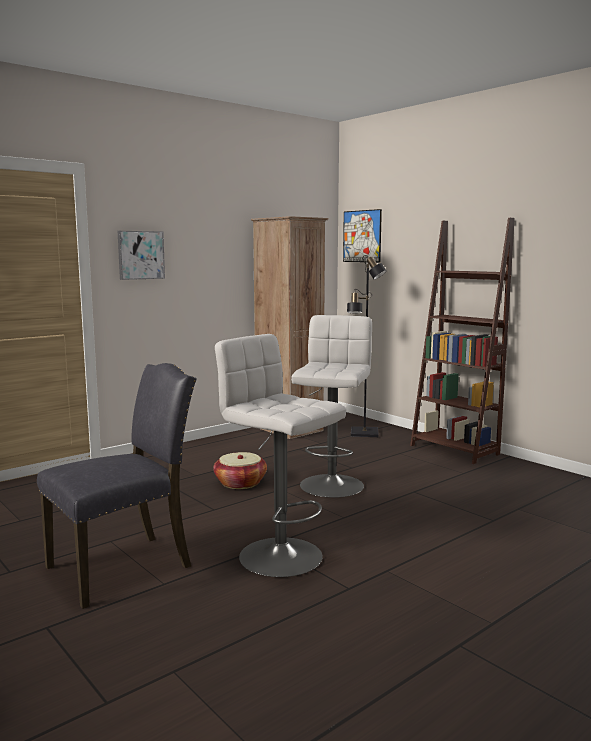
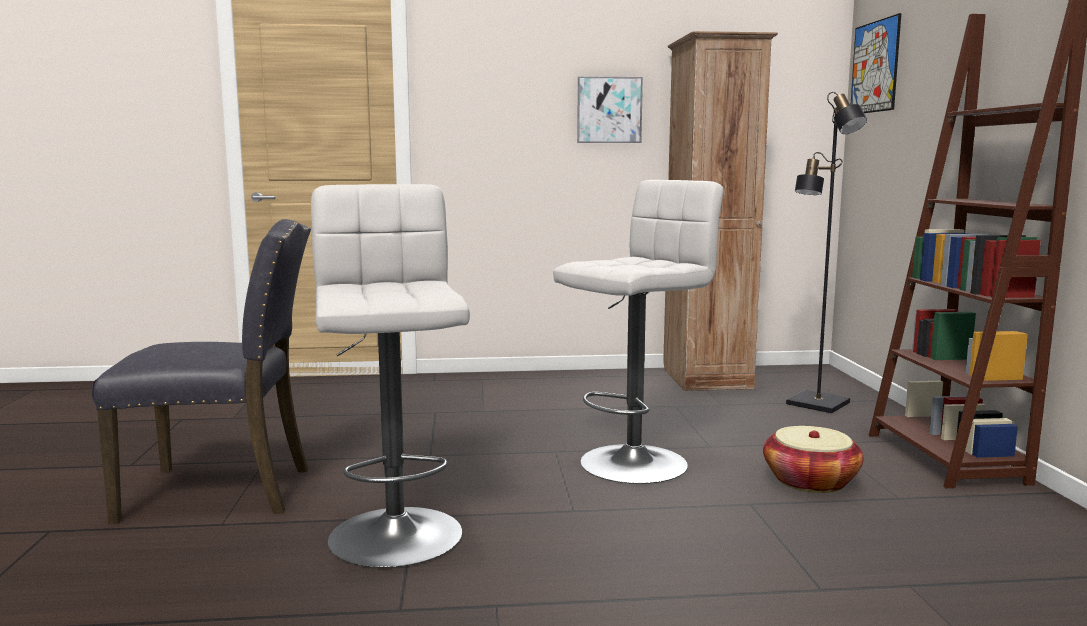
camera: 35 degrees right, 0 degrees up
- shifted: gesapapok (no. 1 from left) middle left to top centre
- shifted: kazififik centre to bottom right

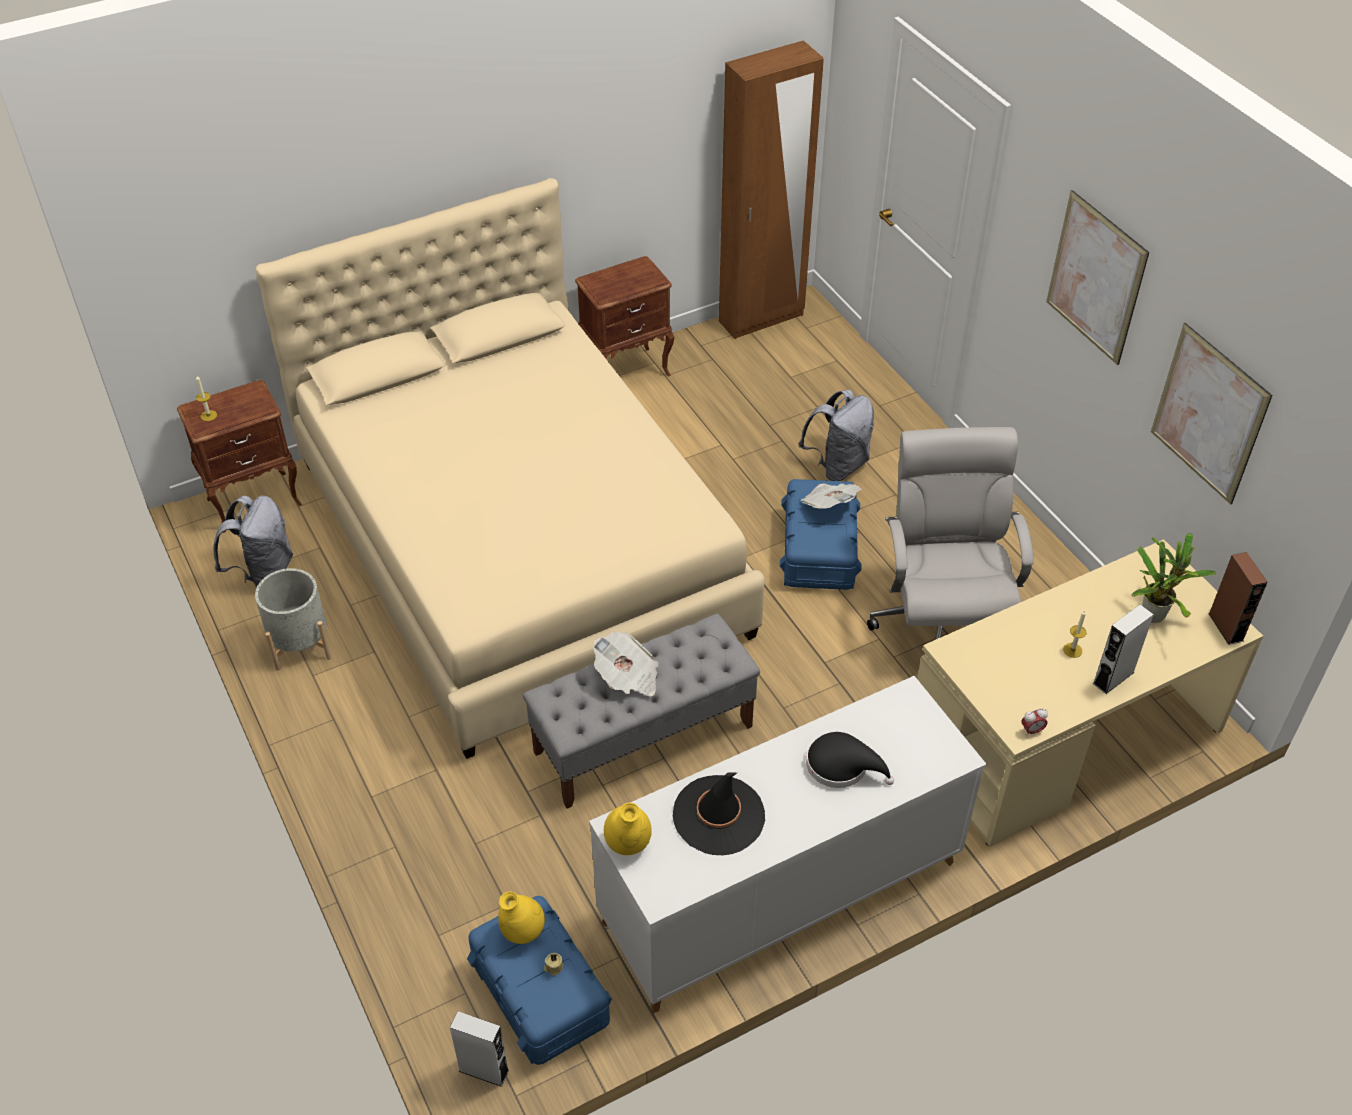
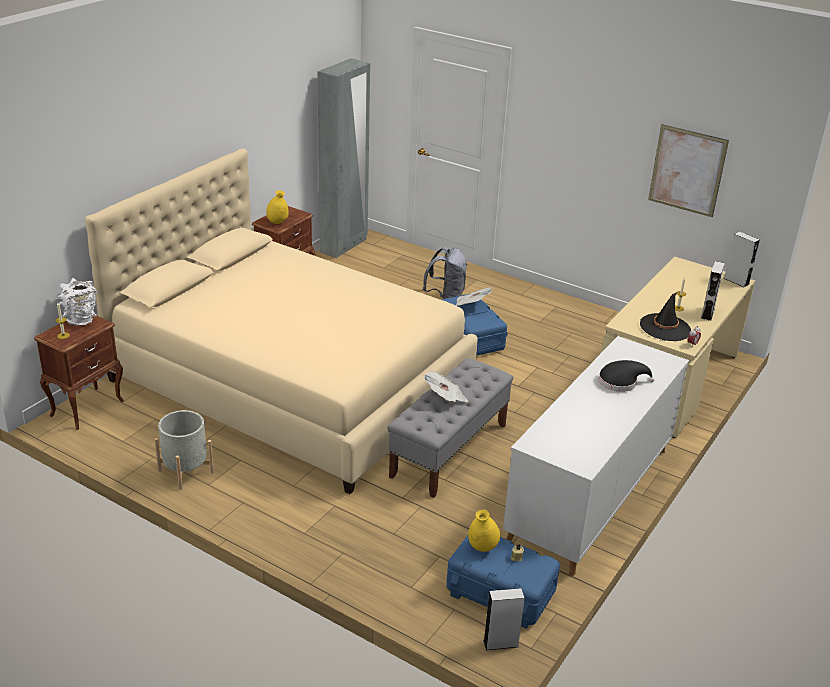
camera: 30 degrees left, 15 degrees down
- repainted: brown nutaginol top centre to grey nutaginol top centre
- gone: gesapapok (no. 1 from left) top right
- gone: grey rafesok middle right
- gone: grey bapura (no. 1 from left) middle left
- gone: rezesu middle right
- repainted: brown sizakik middle right to grey sizakik (no. 3 from left) middle right
- shifted: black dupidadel (no. 1 from left in the first image) bottom centre to black dupidadel (no. 2 from left) middle right
- shifted: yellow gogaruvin (no. 2 from left in the first image) bottom centre to yellow gogaruvin (no. 1 from left) top centre
- new: white gogaruvin middle left

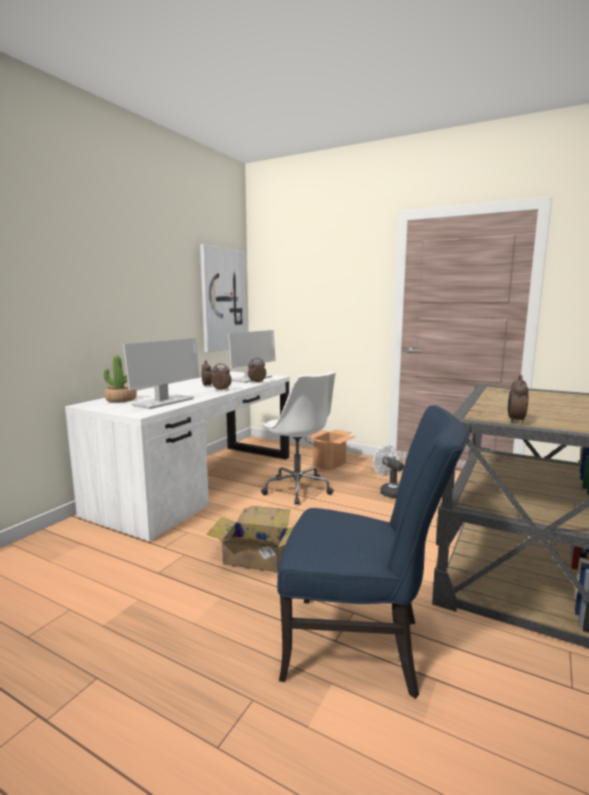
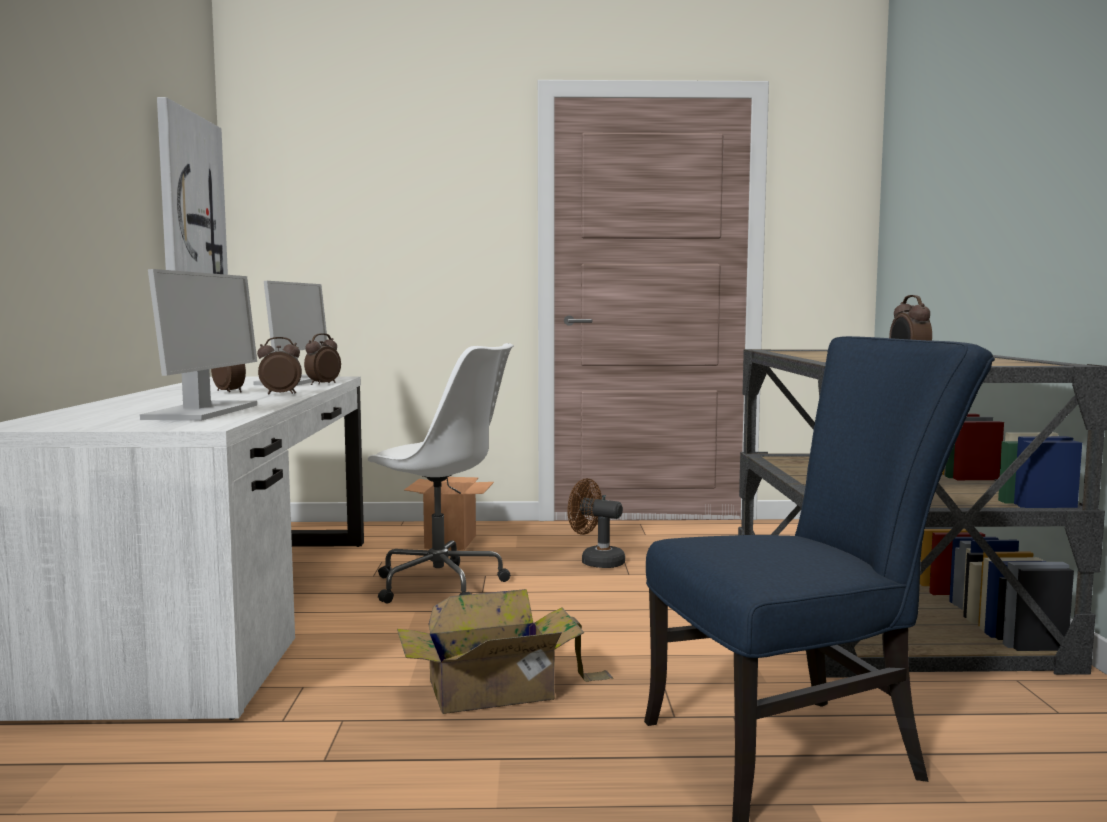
camera: 30 degrees left, 5 degrees down
- gone: rezesu middle left
- repainted: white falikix centre to brown falikix centre

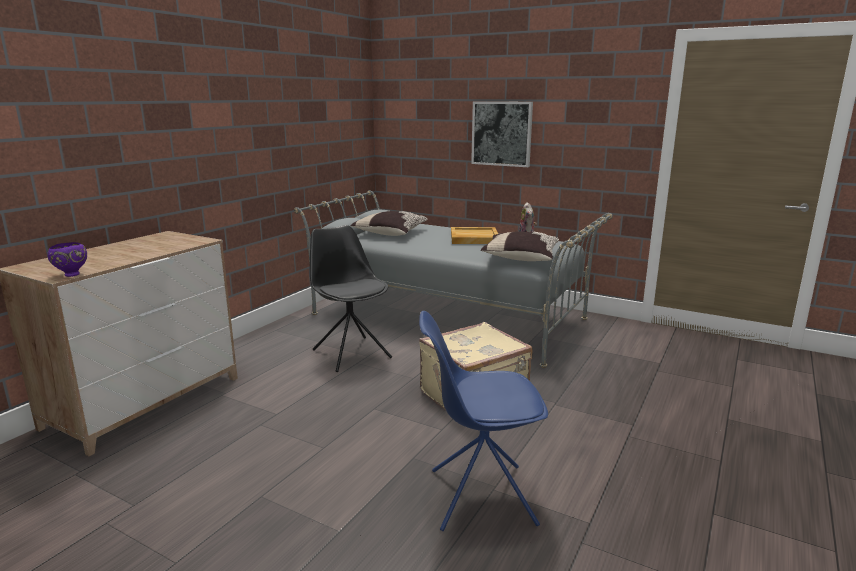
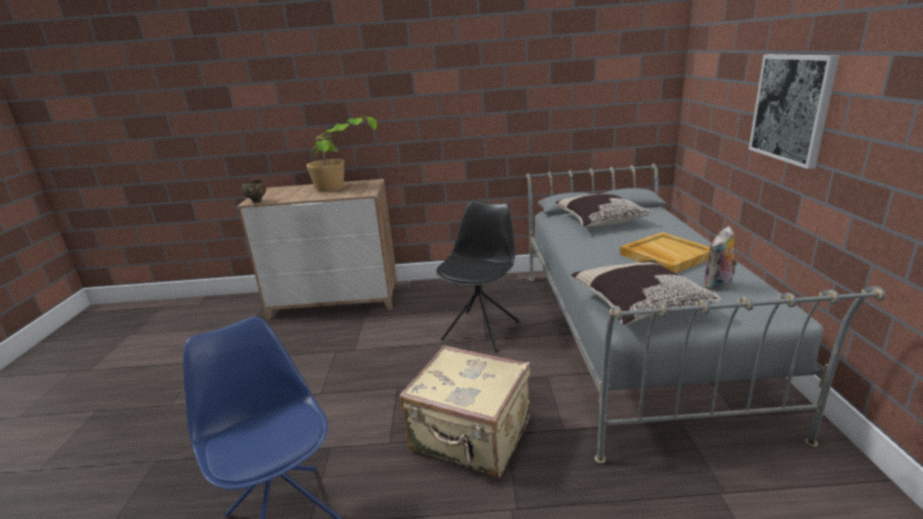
camera: 60 degrees right, 5 degrees up
- repainted: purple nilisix middle left to brown nilisix middle left
- new: rezesu top centre

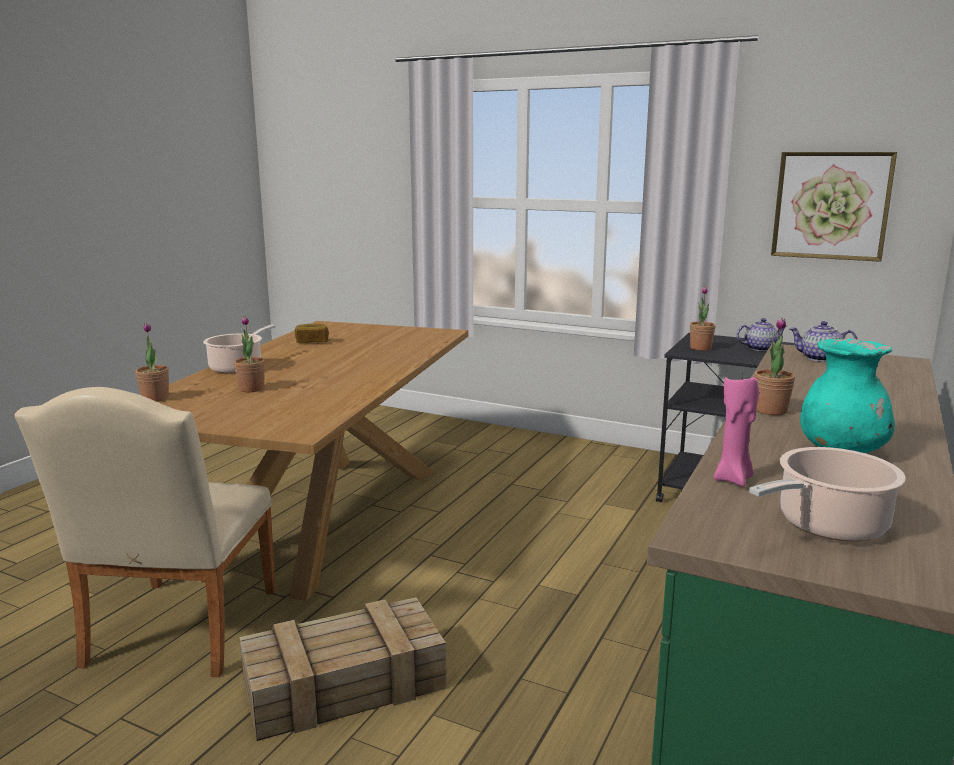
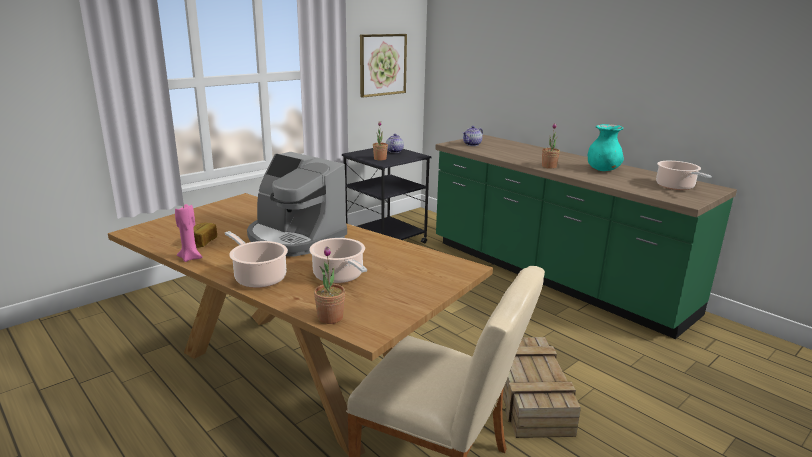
camera: 70 degrees left, 5 degrees up
- swapped: rezesu (no. 2 from left) middle left to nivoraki (no. 2 from left) centre
- shifted: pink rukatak middle right to middle left
- new: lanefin centre

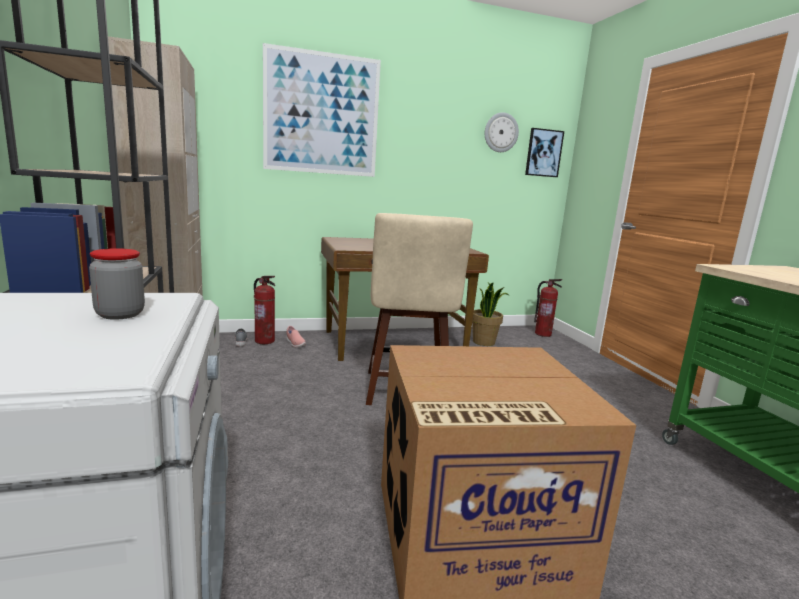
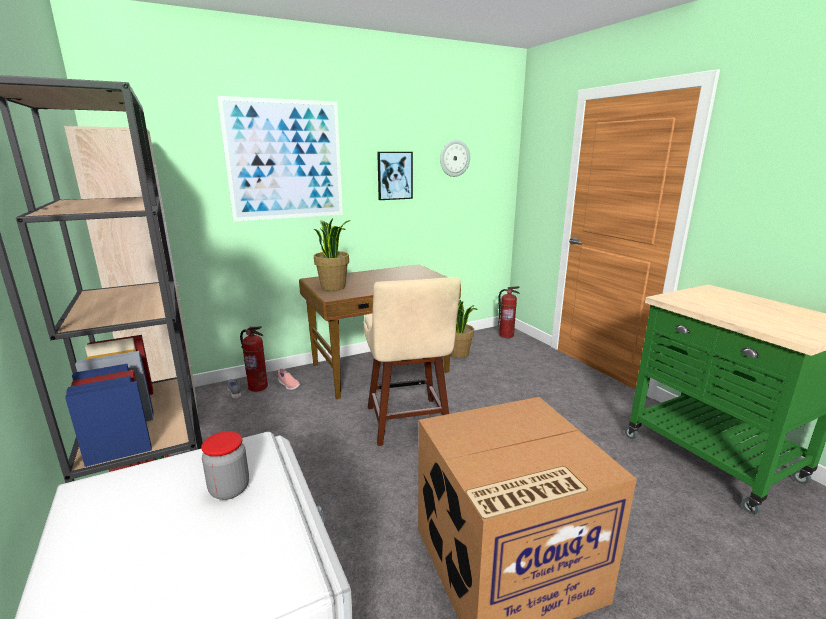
camera: 10 degrees left, 5 degrees up
- shifted: gesapapok (no. 2 from left) top right to top centre
- new: rezesu (no. 1 from left) centre

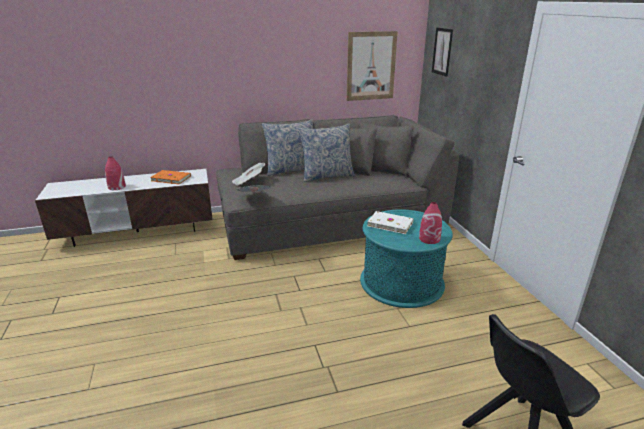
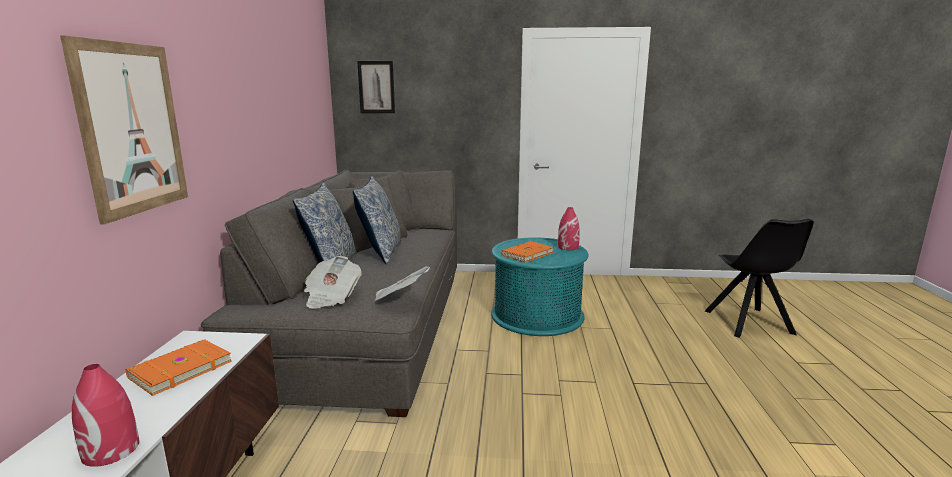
camera: 70 degrees left, 10 degrees down
- shifted: gesapapok (no. 1 from left) top centre to top left
- repainted: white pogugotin centre to orange pogugotin (no. 2 from left) centre

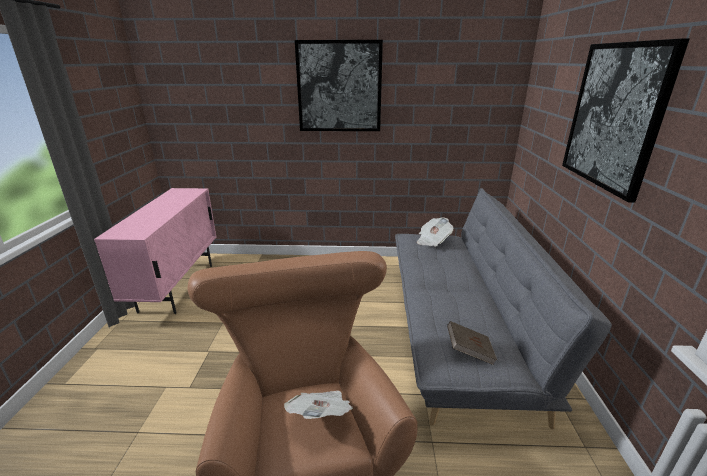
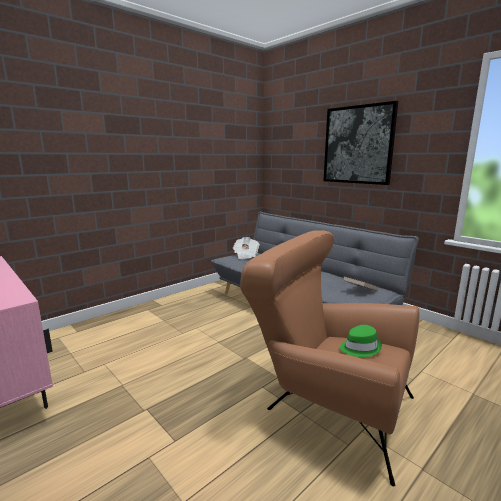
camera: 45 degrees left, 10 degrees down
- gone: gesapapok (no. 1 from left) top centre
- swapped: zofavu (no. 1 from left) bottom centre to green dupidadel bottom right

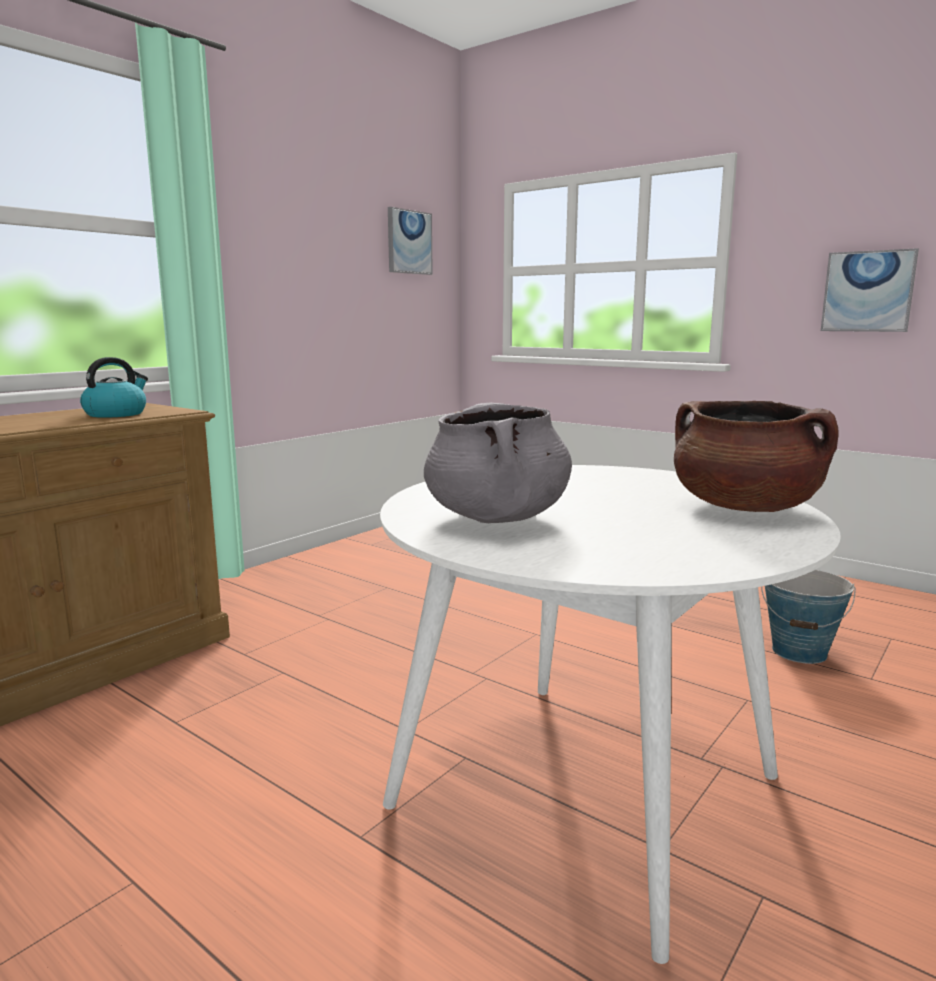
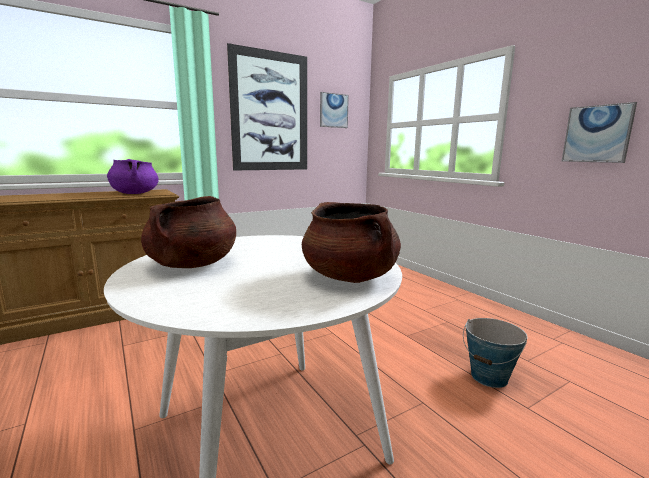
camera: 20 degrees right, 0 degrees up
- swapped: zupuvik middle left to purple nivoraki middle left
- repainted: grey nivoraki centre to brown nivoraki (no. 1 from left) middle left
- new: gesapapok (no. 1 from left) top centre

